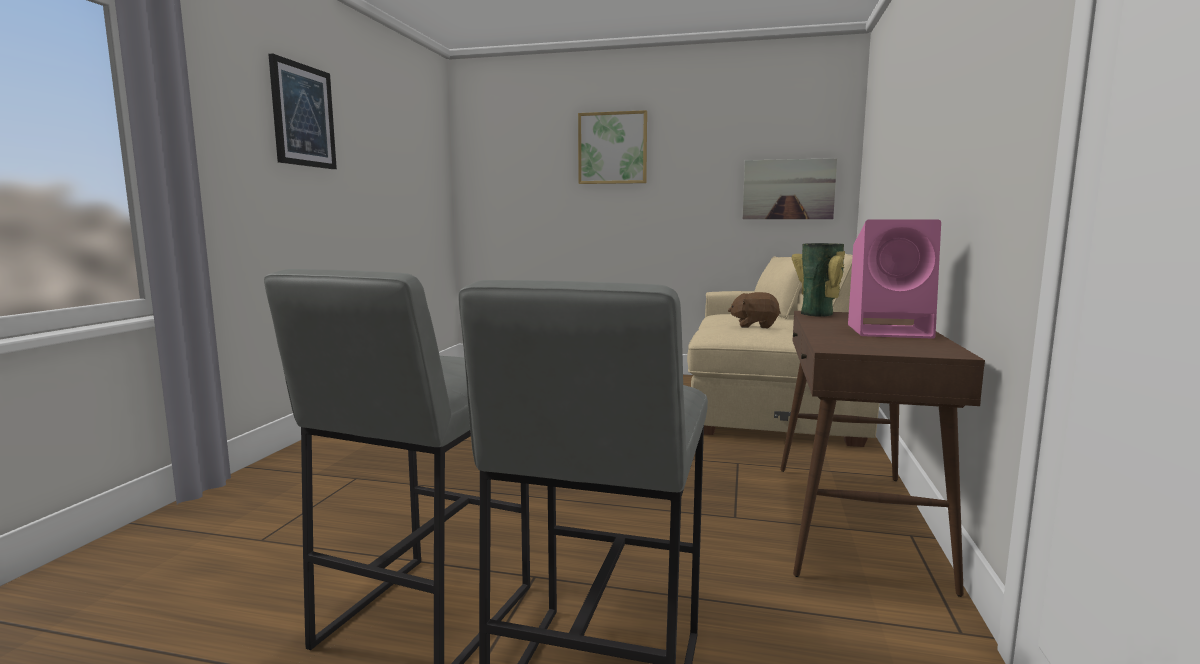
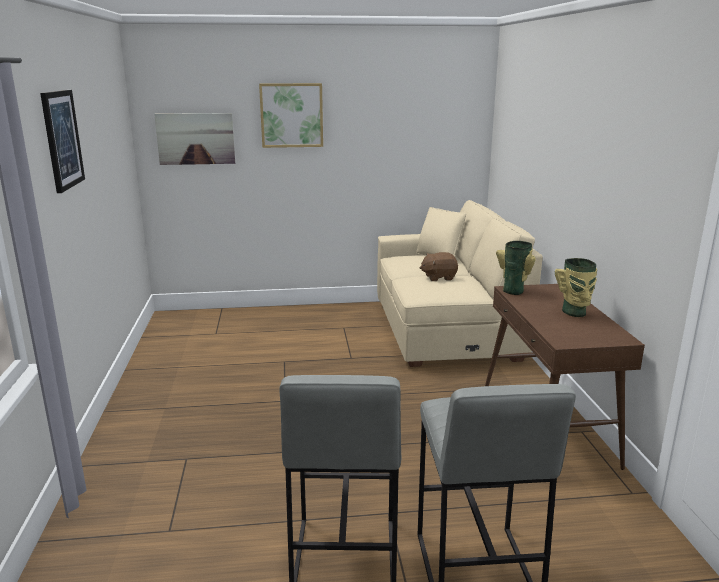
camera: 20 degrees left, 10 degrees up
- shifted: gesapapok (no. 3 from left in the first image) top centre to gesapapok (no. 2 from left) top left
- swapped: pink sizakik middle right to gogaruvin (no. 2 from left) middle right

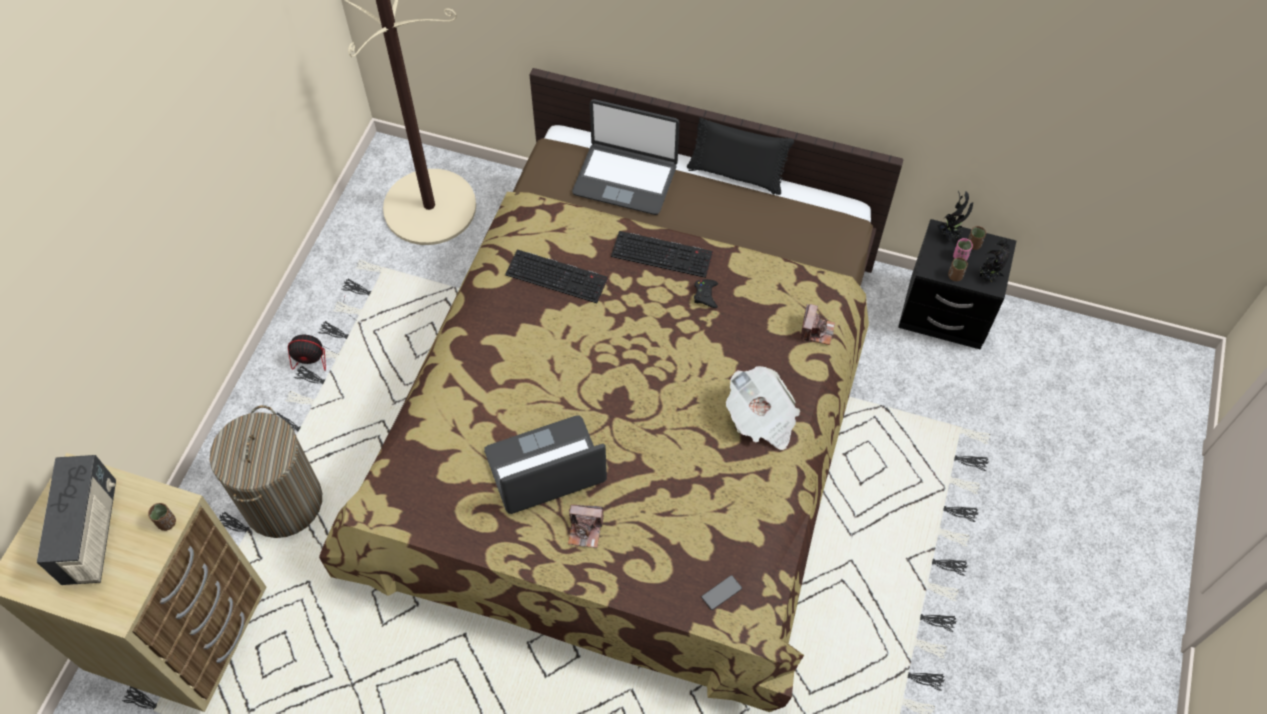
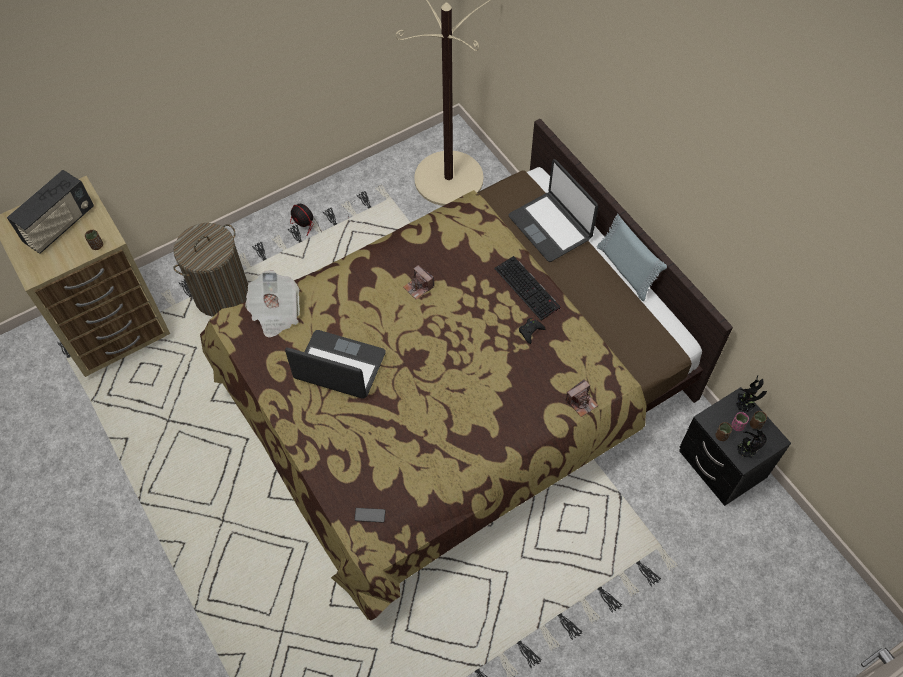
camera: 40 degrees right, 0 degrees up
- repainted: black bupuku top centre to blue bupuku middle right
- gone: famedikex (no. 1 from left) centre
- shifted: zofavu centre to middle left
- shifted: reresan (no. 1 from left) bottom centre to centre

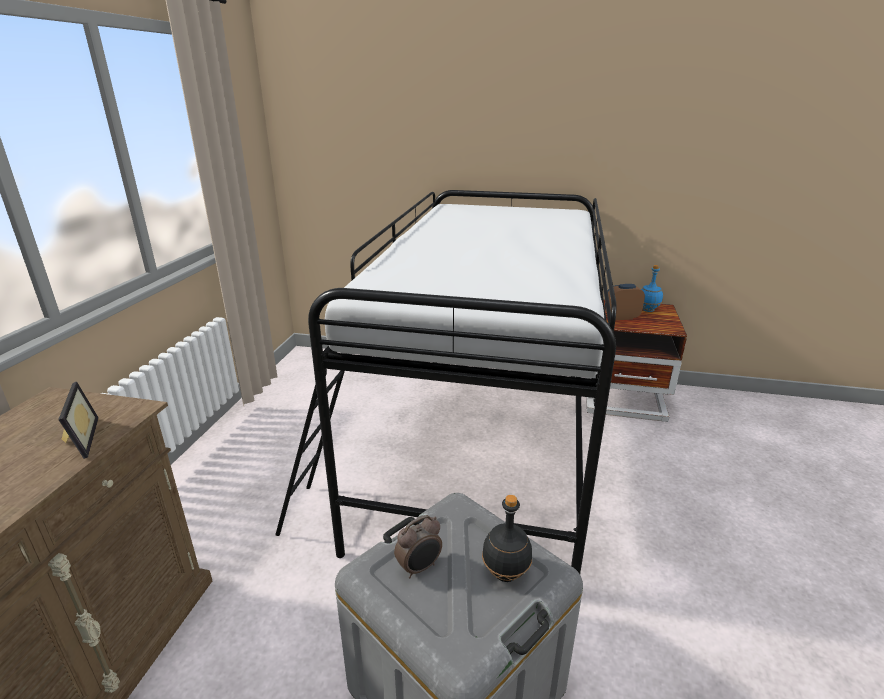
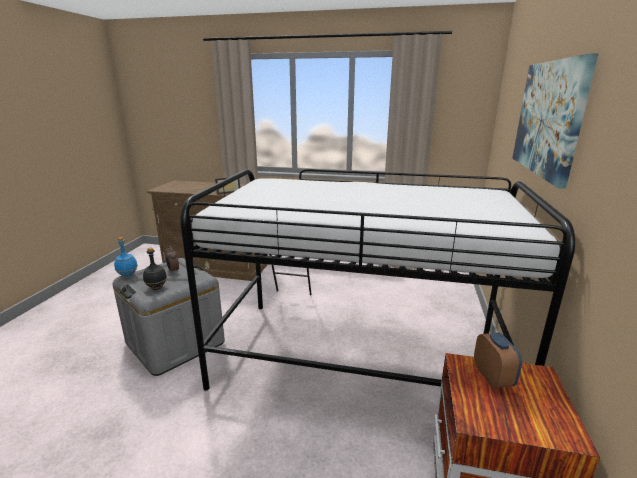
camera: 90 degrees right, 5 degrees down
- shifted: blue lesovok middle right to middle left
- new: gesapapok top right

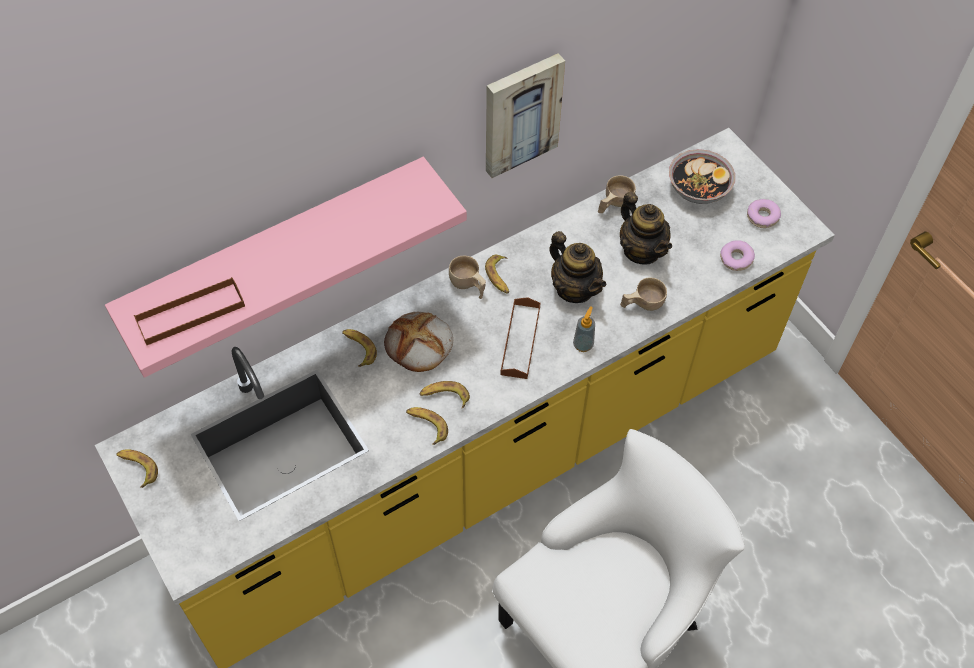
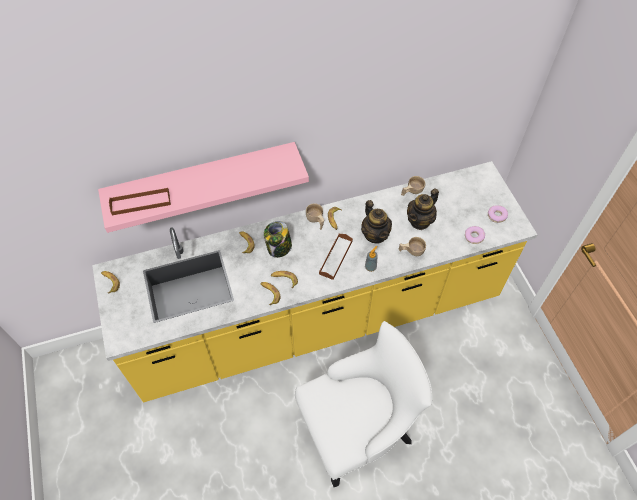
camera: 15 degrees right, 0 degrees up
- gone: gesapapok top centre
- gone: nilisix top right
- rotated: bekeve (no. 2 from left) centre = centre 60 degrees clockwise
- swapped: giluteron centre to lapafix centre

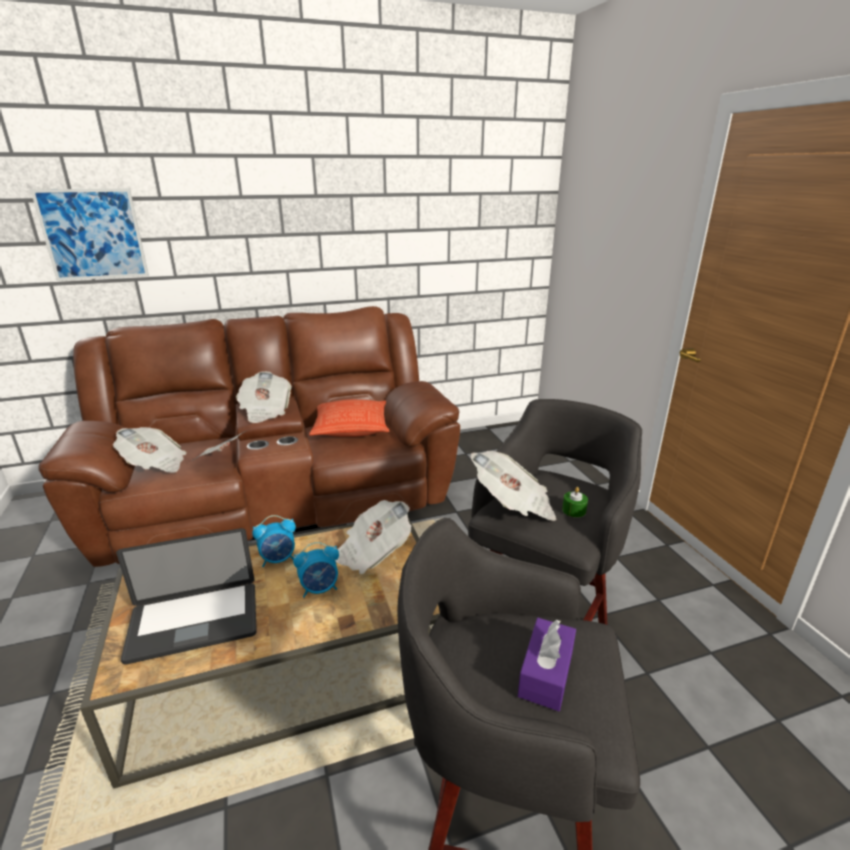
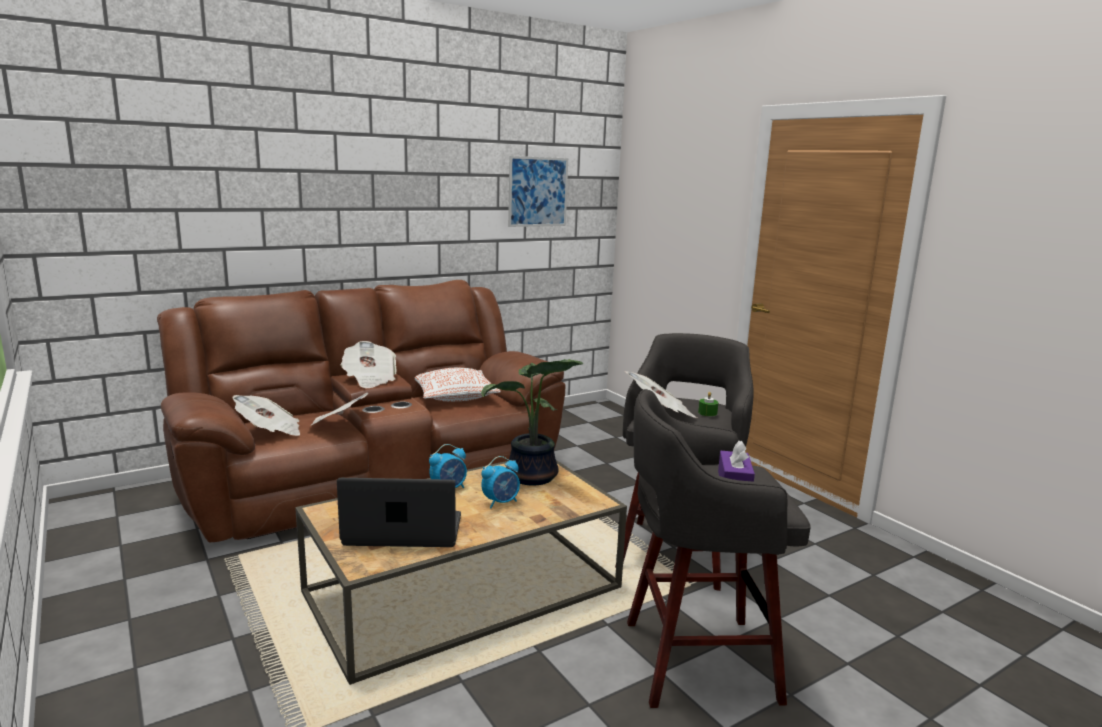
camera: 15 degrees left, 10 degrees down
- shifted: gesapapok top left to top centre
- repainted: orange bupuku centre to white bupuku centre
- swapped: zofavu (no. 4 from left) centre to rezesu centre
- rotated: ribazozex bottom left = bottom centre 150 degrees counterclockwise

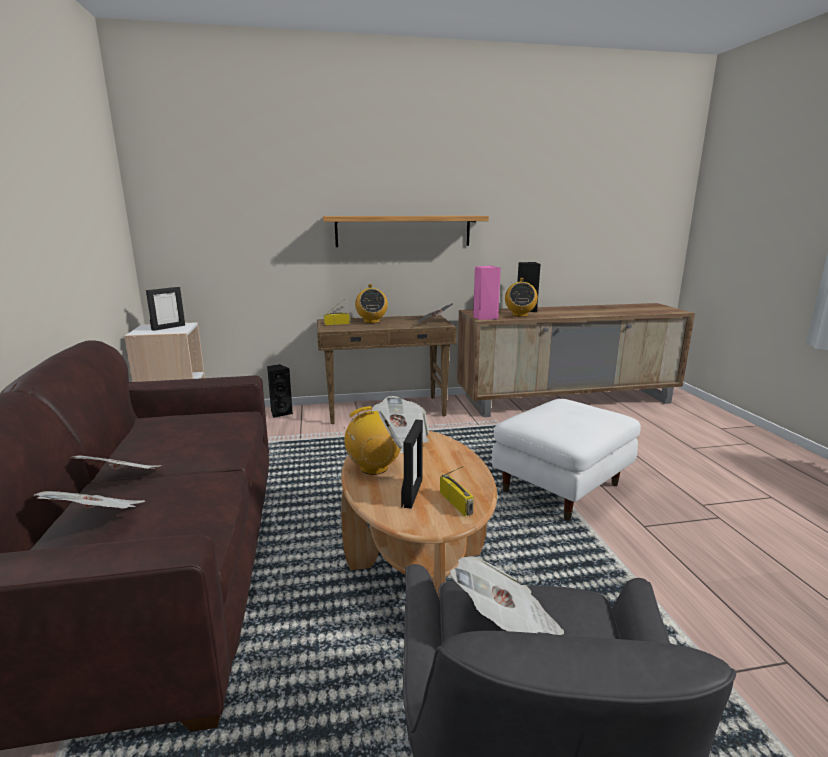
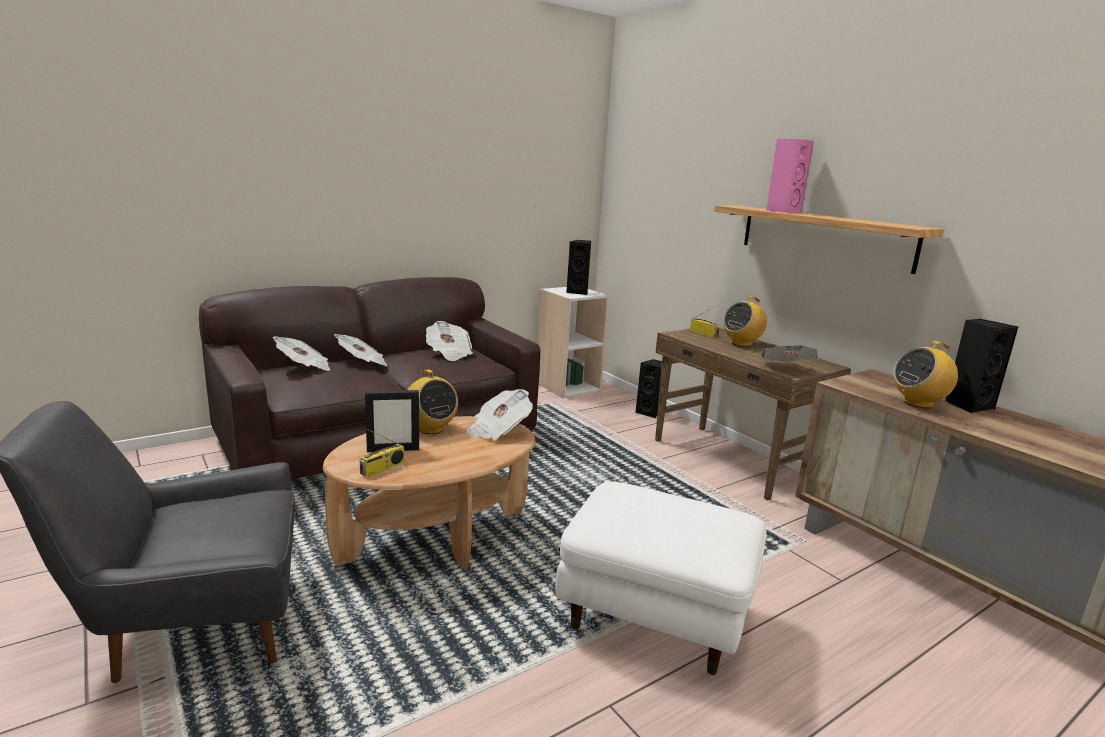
camera: 65 degrees right, 0 degrees up
- shifted: pink sizakik centre to top right
- swapped: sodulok (no. 1 from left) middle left to black sizakik (no. 1 from left) centre
- shifted: zofavu (no. 5 from left in the first image) bottom centre to zofavu (no. 3 from left) centre

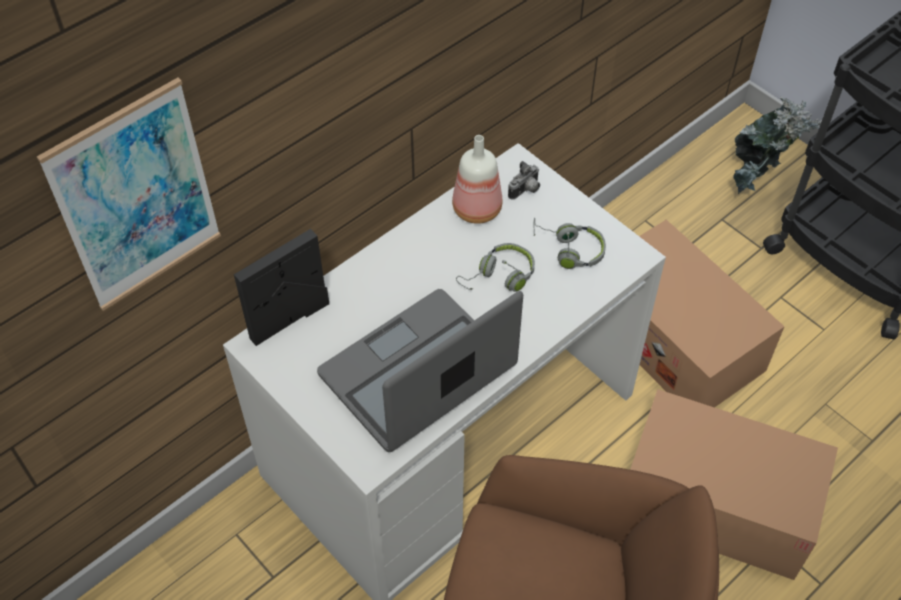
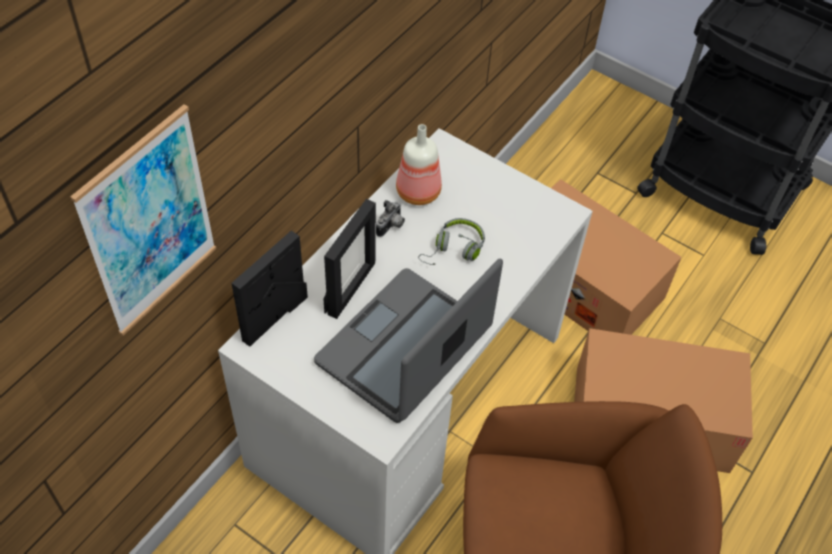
camera: 15 degrees left, 0 degrees up
- gone: rezesu top right
- shifted: reresan top centre to centre
- gone: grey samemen (no. 2 from left) centre
- new: sodulok (no. 2 from left) centre

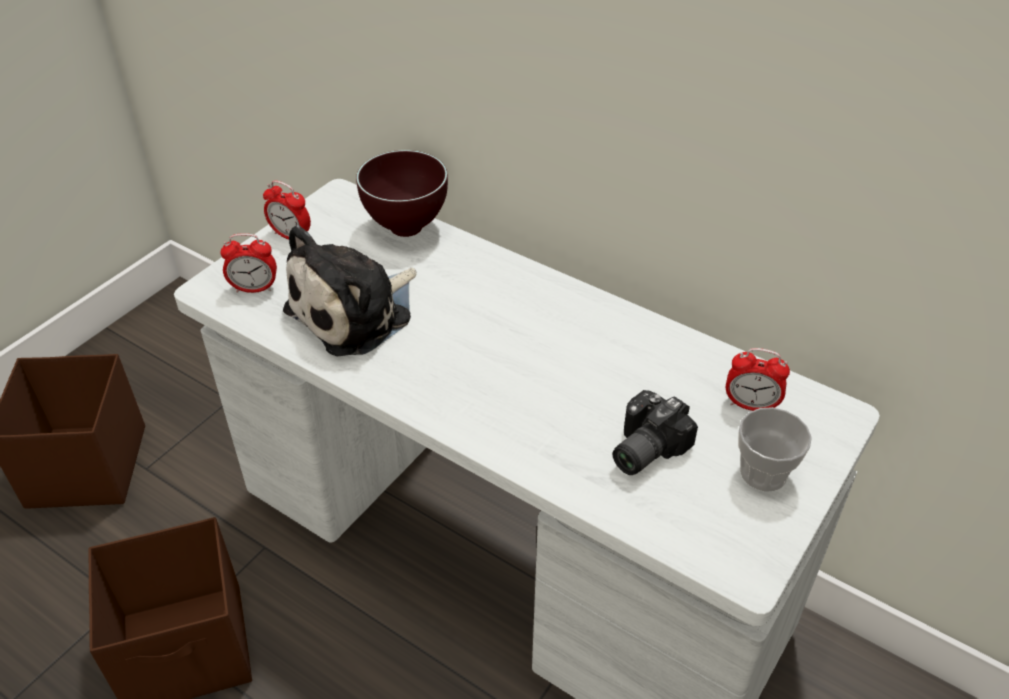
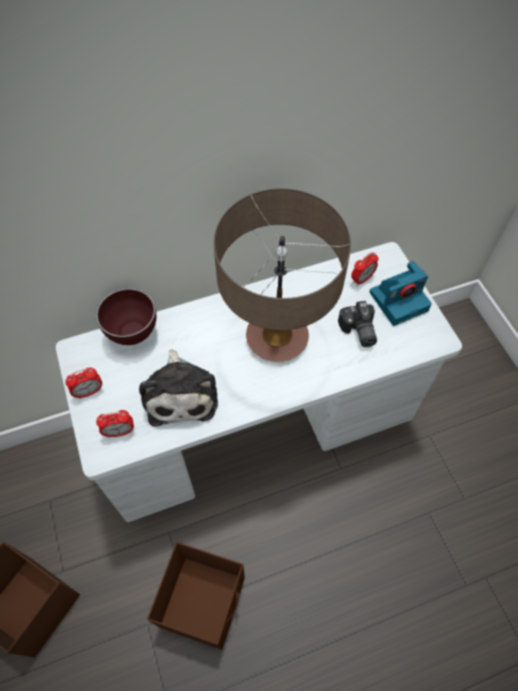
camera: 55 degrees left, 15 degrees up
- rotated: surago (no. 1 from left in the first image) middle left = middle left 45 degrees clockwise
- swapped: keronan middle right to reresan (no. 2 from left) middle right
- new: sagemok centre

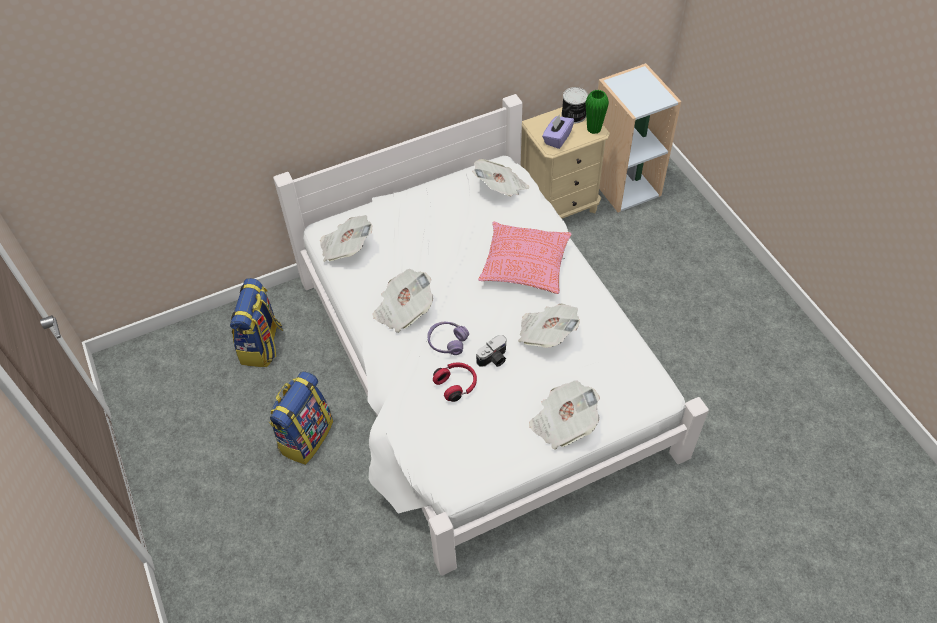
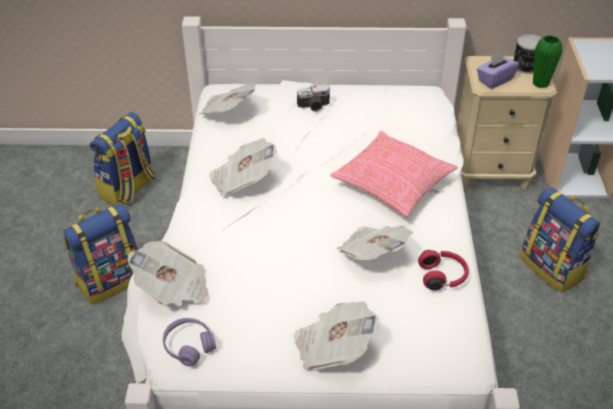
camera: 25 degrees right, 10 degrees down
- shifted: zofavu (no. 3 from left in the first image) top centre to zofavu (no. 1 from left) bottom left
- shifted: purple samemen centre to bottom left
- shifted: reresan centre to top centre
- shifted: red samemen centre to middle right
- new: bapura (no. 3 from left) middle right

